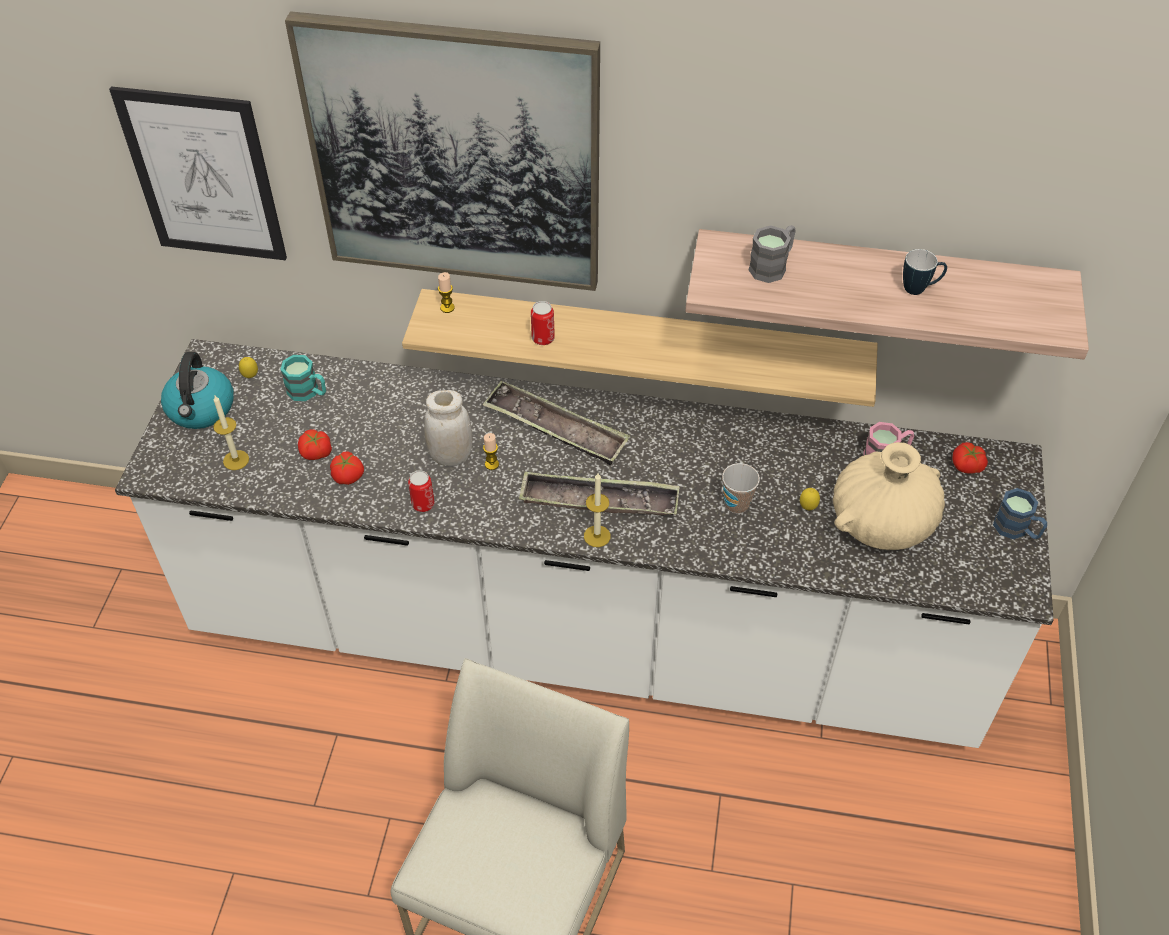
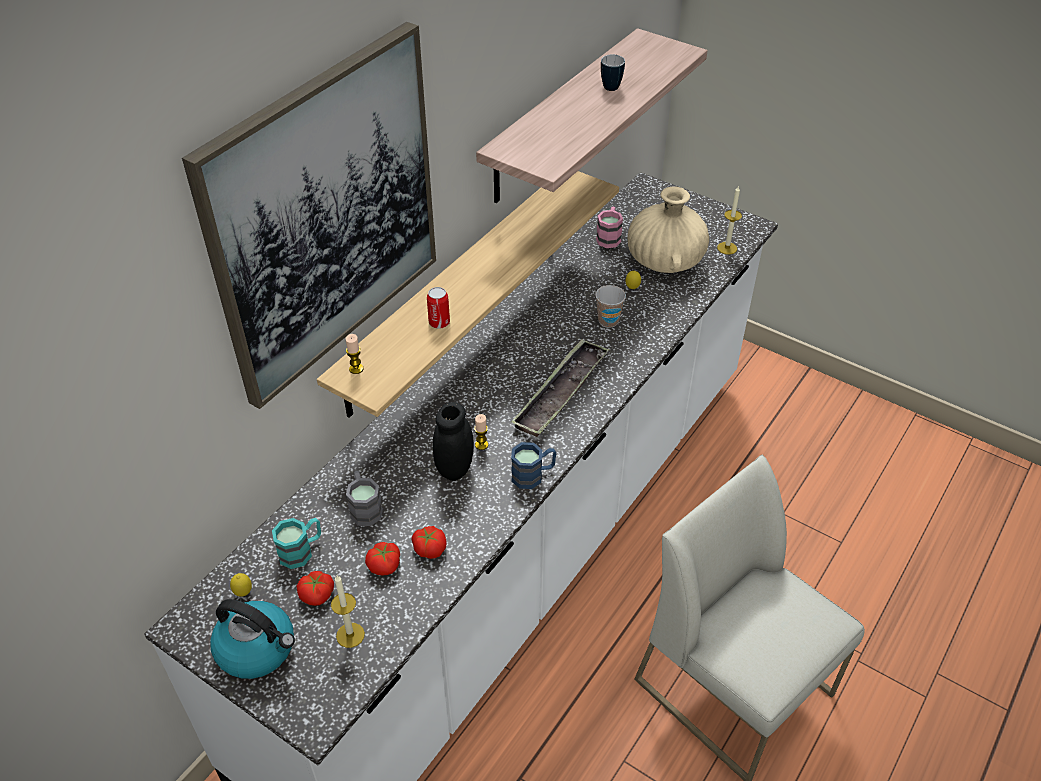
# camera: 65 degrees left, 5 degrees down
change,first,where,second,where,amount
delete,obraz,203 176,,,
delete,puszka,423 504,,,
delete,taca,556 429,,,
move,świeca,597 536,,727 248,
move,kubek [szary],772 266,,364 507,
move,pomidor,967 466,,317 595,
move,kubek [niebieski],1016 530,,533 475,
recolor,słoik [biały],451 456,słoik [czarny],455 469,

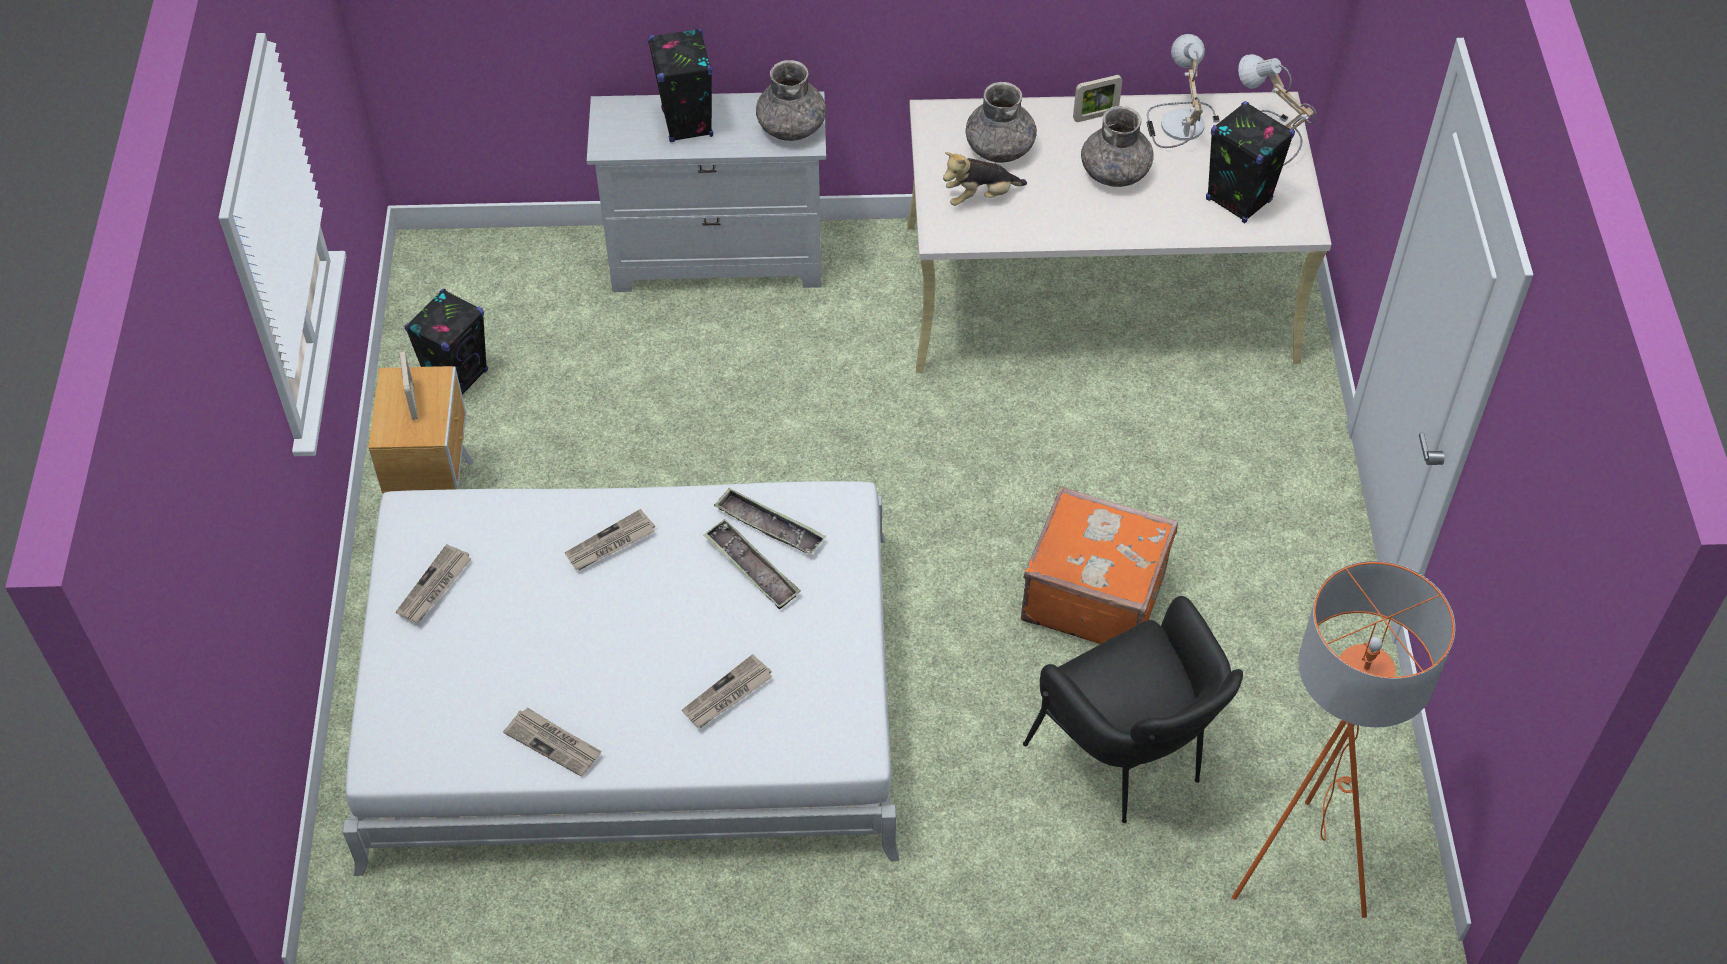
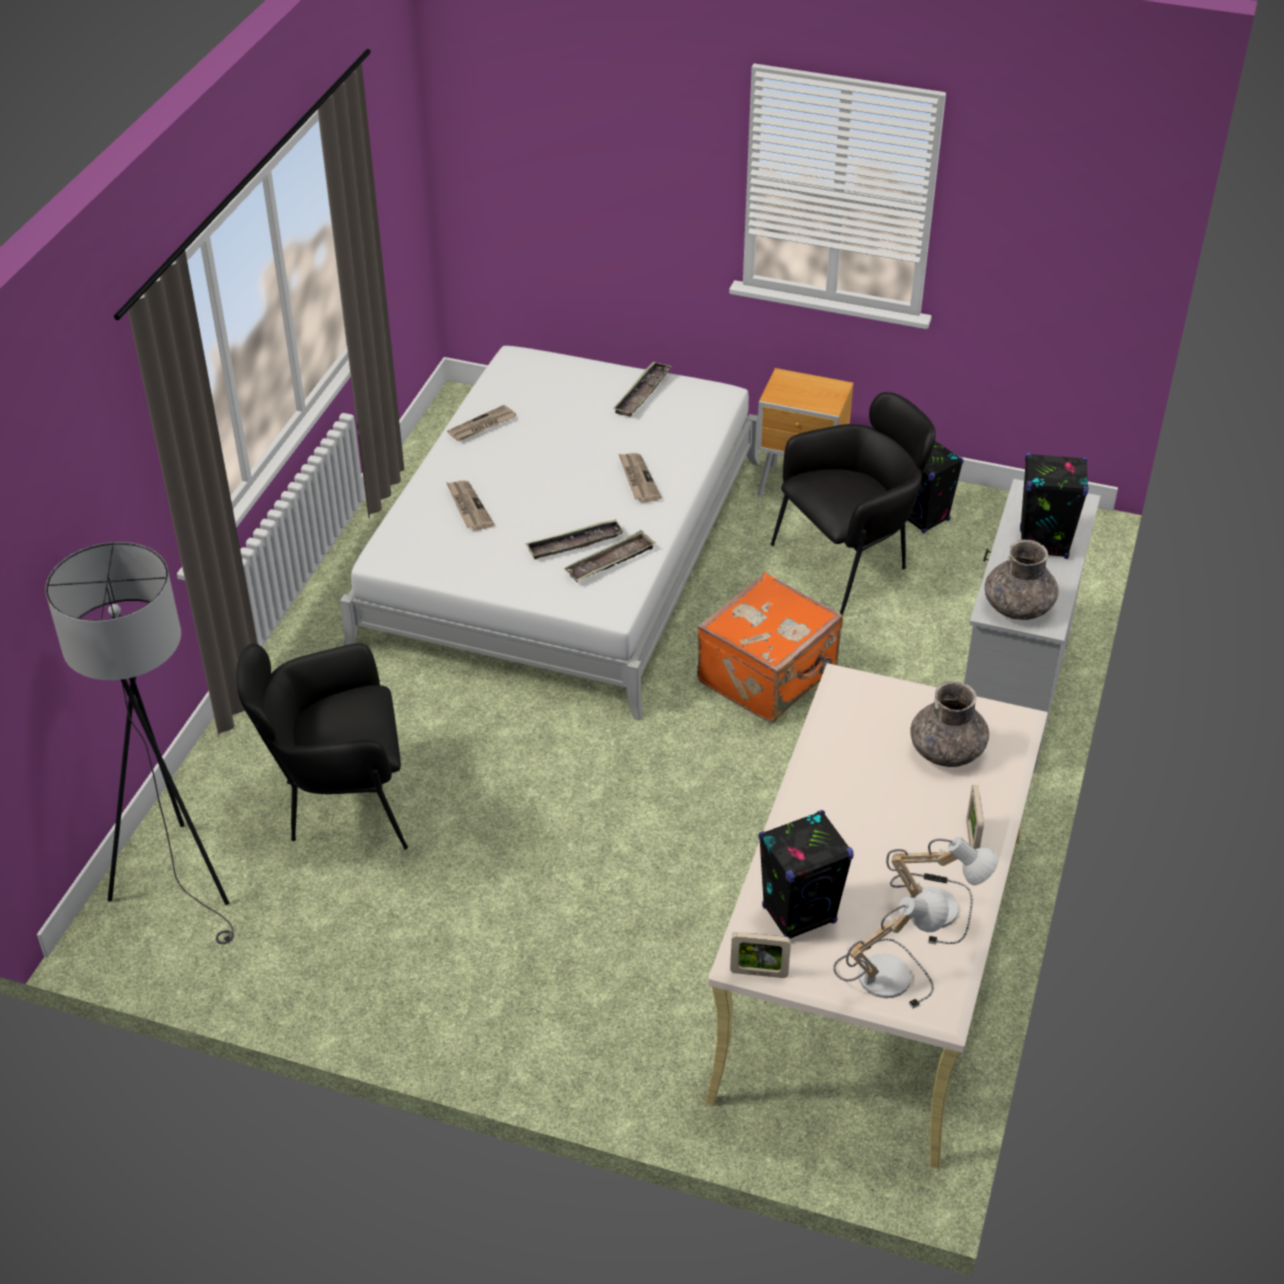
# camera: 110 degrees right, 10 degrees down
change,first,where,second,where,amount
delete,pluszak,980 197,,,
delete,wazon [szary],1115 172,,,
insert,,,fotel [czarny],850 562,
move,ramka na zdjęcie,412 401,,759 973,
move,walizka [pomarańczowy],1093 594,,769 677,
replace,gazeta,434 587,taca,642 393,
recolor,lampa stojąca [pomarańczowy],1301 861,lampa stojąca [szary],182 879,

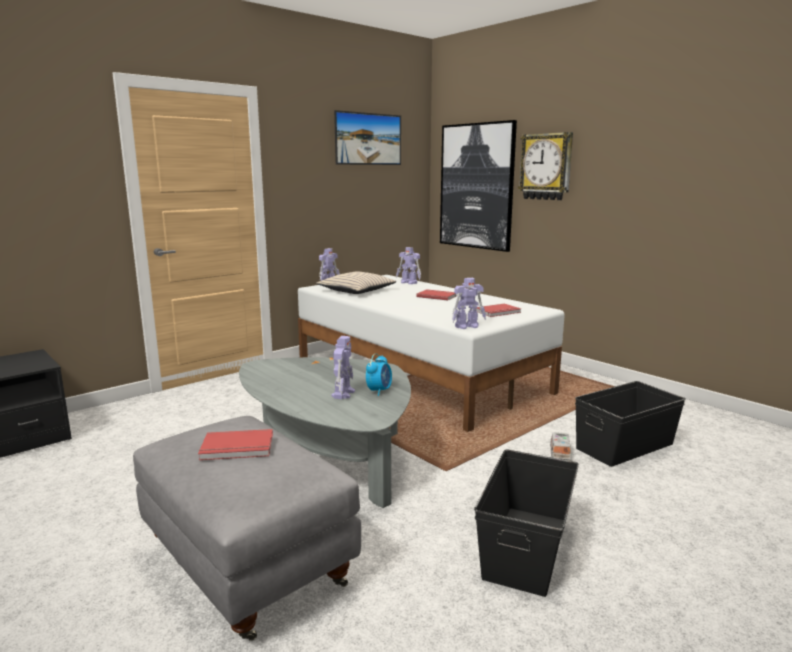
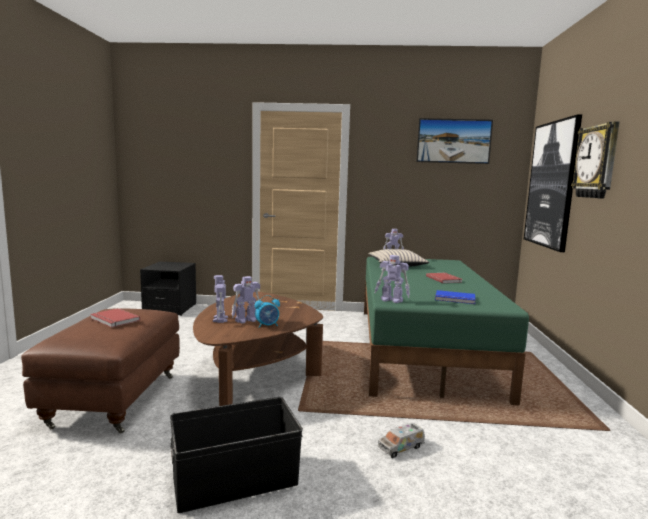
# camera: 45 degrees right, 5 degrees down
change,first,where,second,where,amount
delete,pojemnik do przechowywania [czarny],625 446,,,
move,robot zabawkowy,409 282,,220 319,
recolor,pufa [szary],246 566,pufa [brązowy],114 399,
recolor,ława [szary],330 458,ława [brązowy],255 371,
recolor,łóżko [biały],418 374,łóżko [zielony],423 348,
recolor,książka [czerwony],498 312,książka [niebieski],455 299,

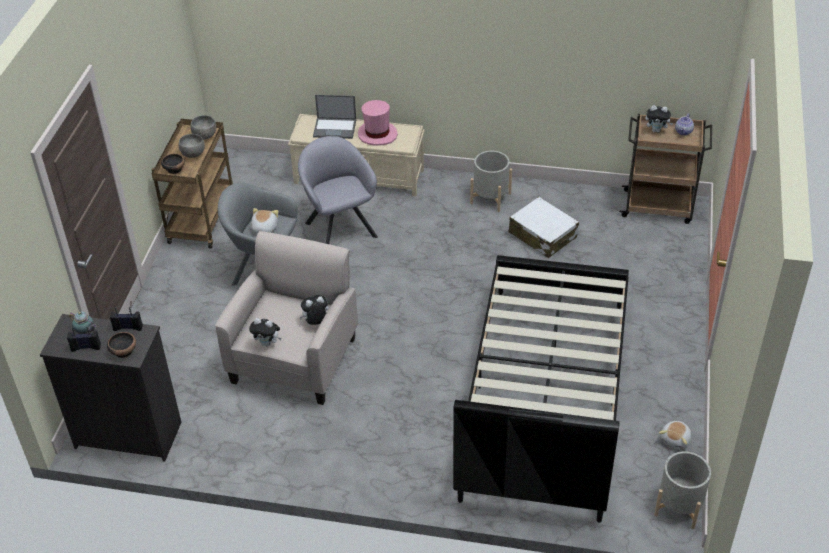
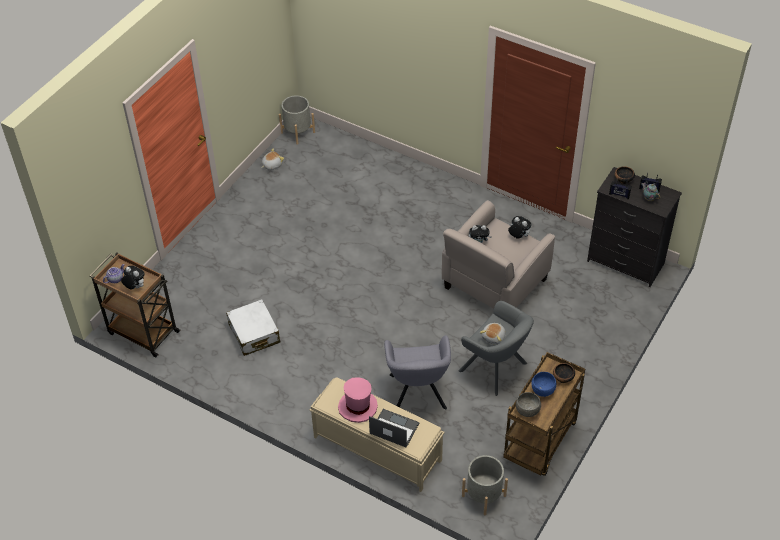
# camera: 160 degrees left, 5 degrees up
change,first,where,second,where,amount
delete,łóżko [czarny],544 397,,,
move,donica [szary],490 198,,483 496,
recolor,miska [szary],193 154,miska [niebieski],542 390,

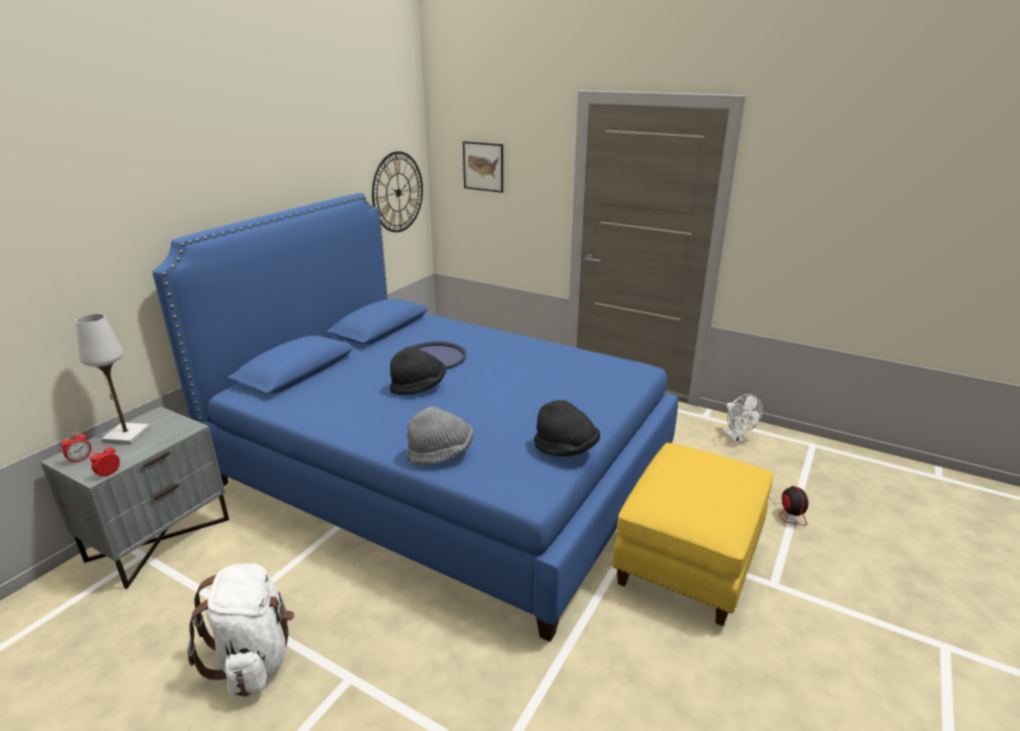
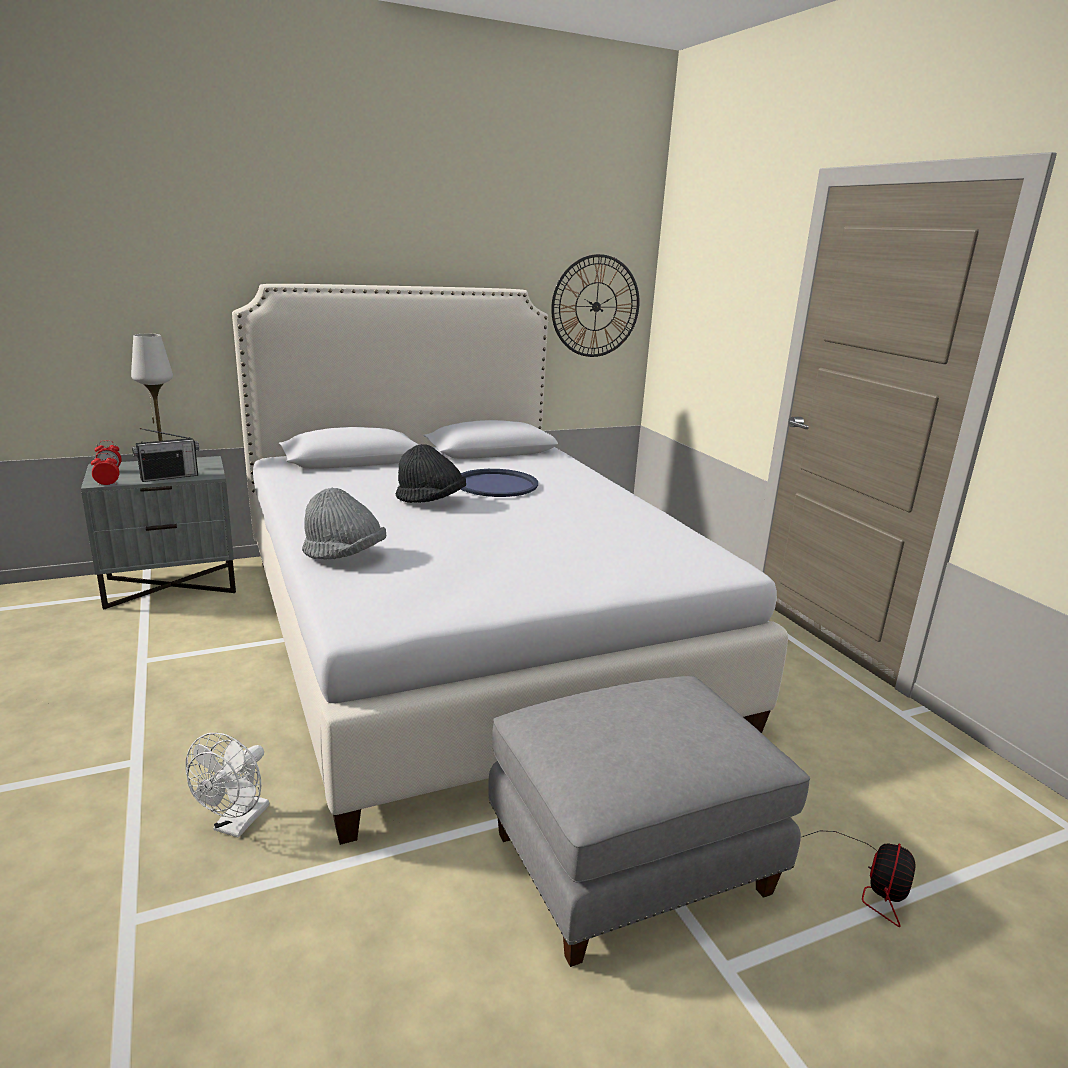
# camera: 35 degrees right, 5 degrees down
change,first,where,second,where,amount
delete,plecak [biały],254 659,,,
delete,obraz,483 166,,,
delete,kapelusz [czarny],566 449,,,
insert,,,radio,169 477,
move,wentylator [biały],737 438,,237 824,
recolor,łóżko [niebieski],444 472,łóżko [biały],465 633,
recolor,pufa [żółty],687 559,pufa [szary],630 861,

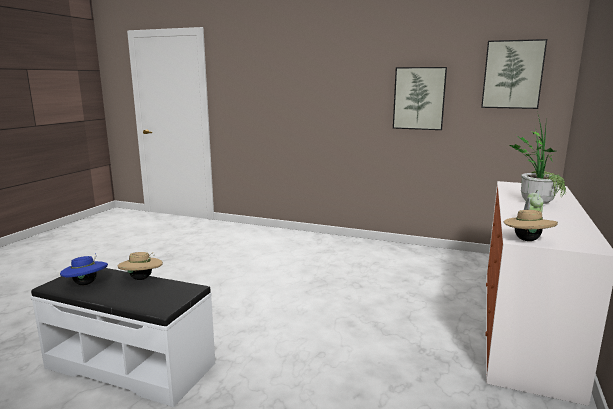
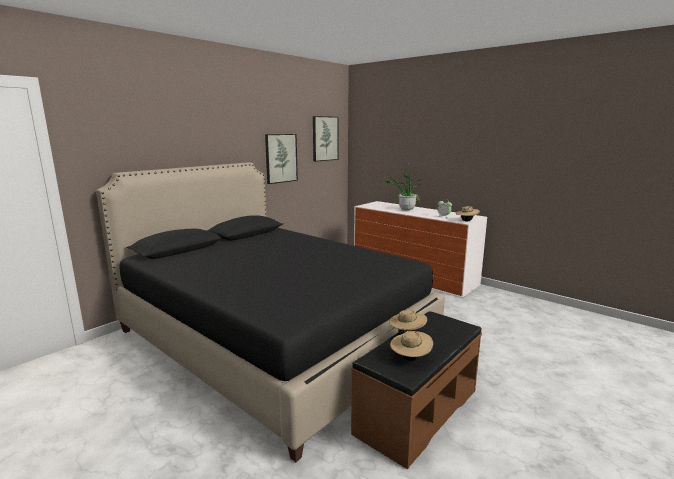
# camera: 70 degrees left, 0 degrees up
change,first,where,second,where,amount
insert,,,łóżko [czarny],273 338,
recolor,ławka [biały],131 365,ławka [brązowy],416 410,
recolor,kapelusz [niebieski],86 283,kapelusz [beżowy],410 358,

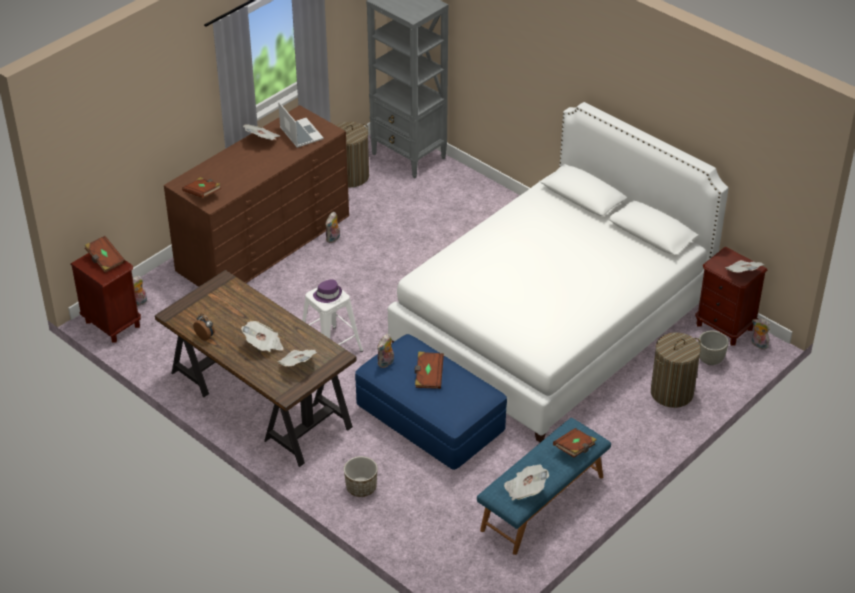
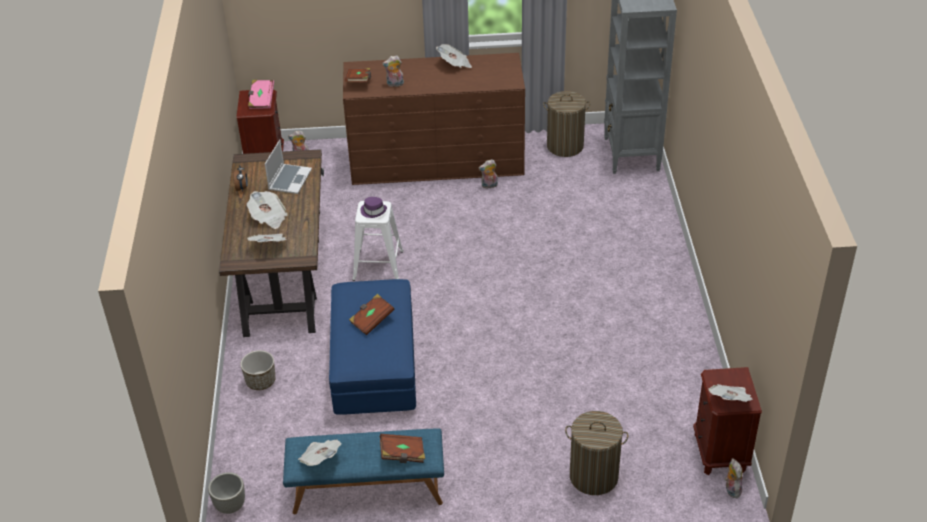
# camera: 45 degrees right, 0 degrees up
change,first,where,second,where,amount
delete,łóżko [biały],552 325,,,
move,laptop,300 134,,289 179,
move,pluszak,386 363,,394 84,
move,donica [szary],710 360,,230 506,
recolor,książka [brązowy],105 260,książka [różowy],261 100,

